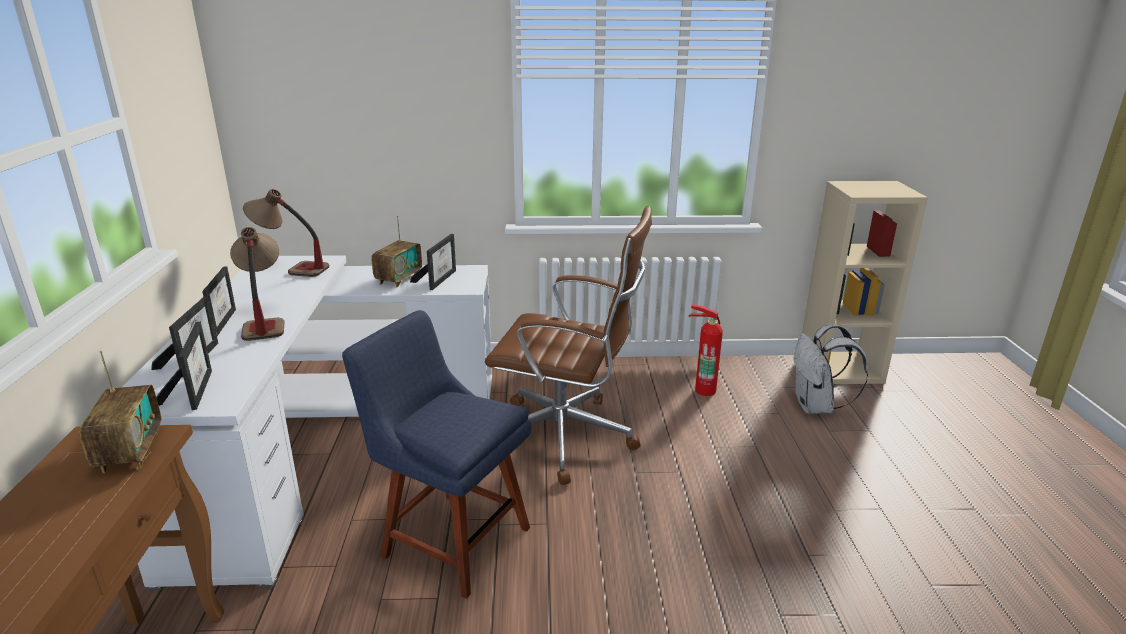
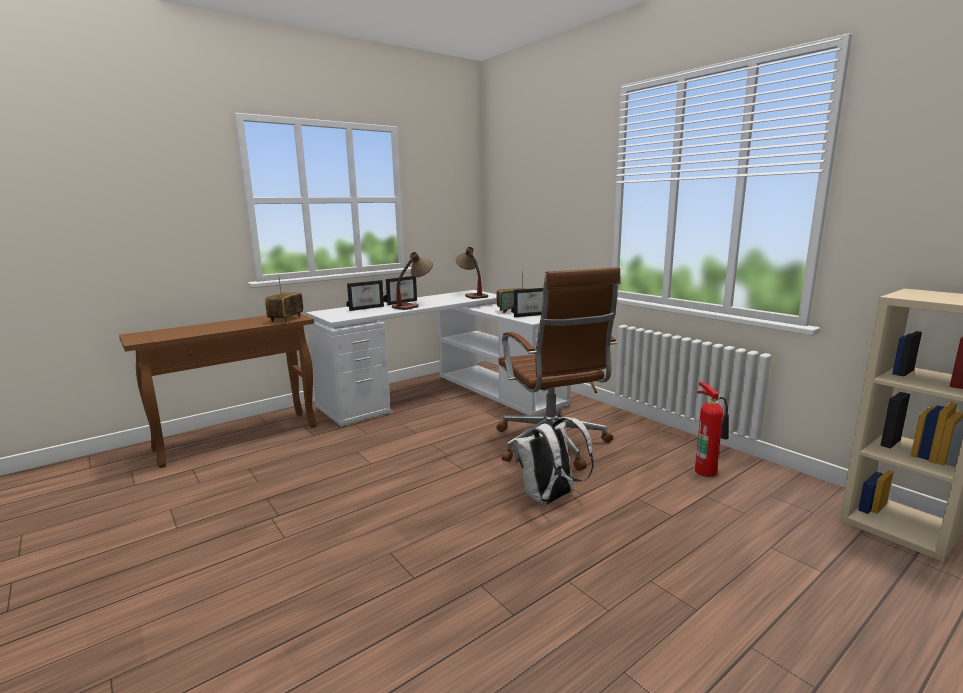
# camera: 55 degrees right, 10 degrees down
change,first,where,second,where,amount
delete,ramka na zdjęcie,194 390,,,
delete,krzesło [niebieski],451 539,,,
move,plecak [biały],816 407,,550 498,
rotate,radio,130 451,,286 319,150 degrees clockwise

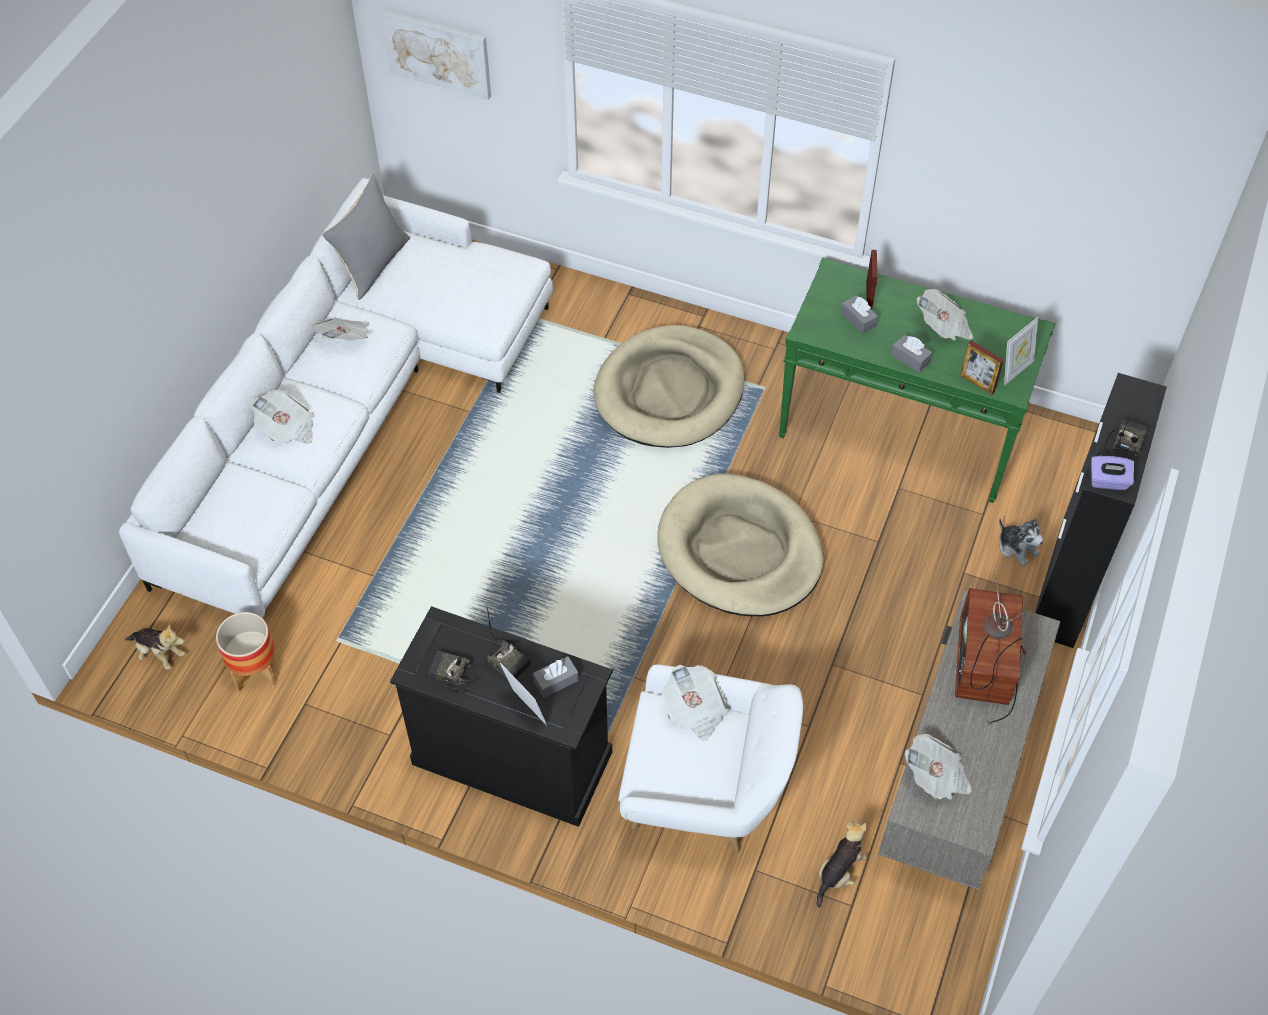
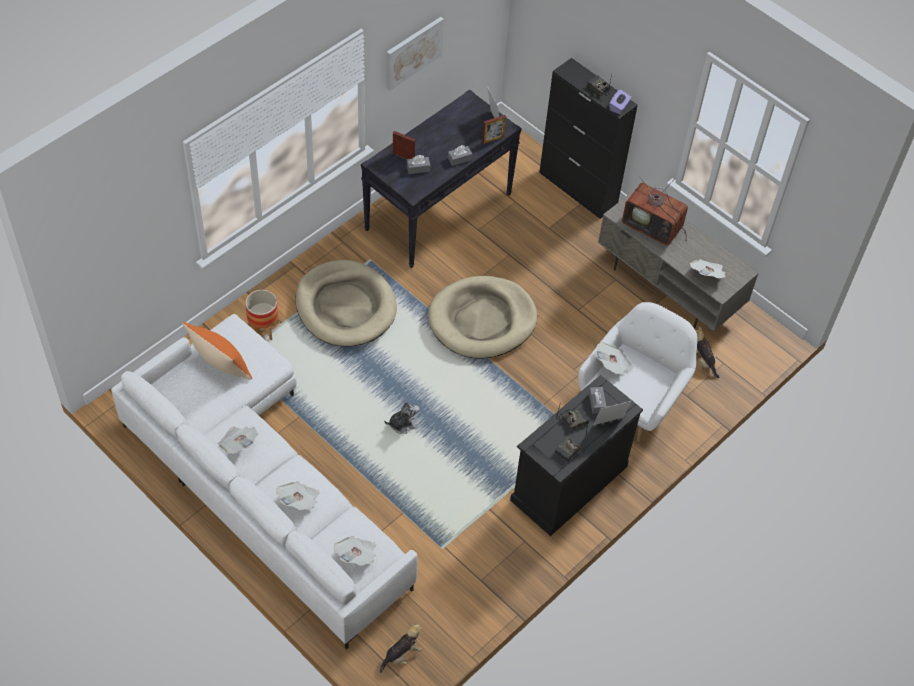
# camera: 70 degrees left, 0 degrees up
change,first,where,second,where,amount
delete,poduszka [szary],373 264,,,
insert,,,poduszka [pomarańczowy],219 366,
move,donica,256 671,,263 328,
move,obraz,438 53,,413 52,
move,gazeta,943 327,,357 555,
move,pluszak,1017 548,,402 424,
recolor,stolik konsolowy [zielony],900 431,stolik konsolowy [czarny],438 211,

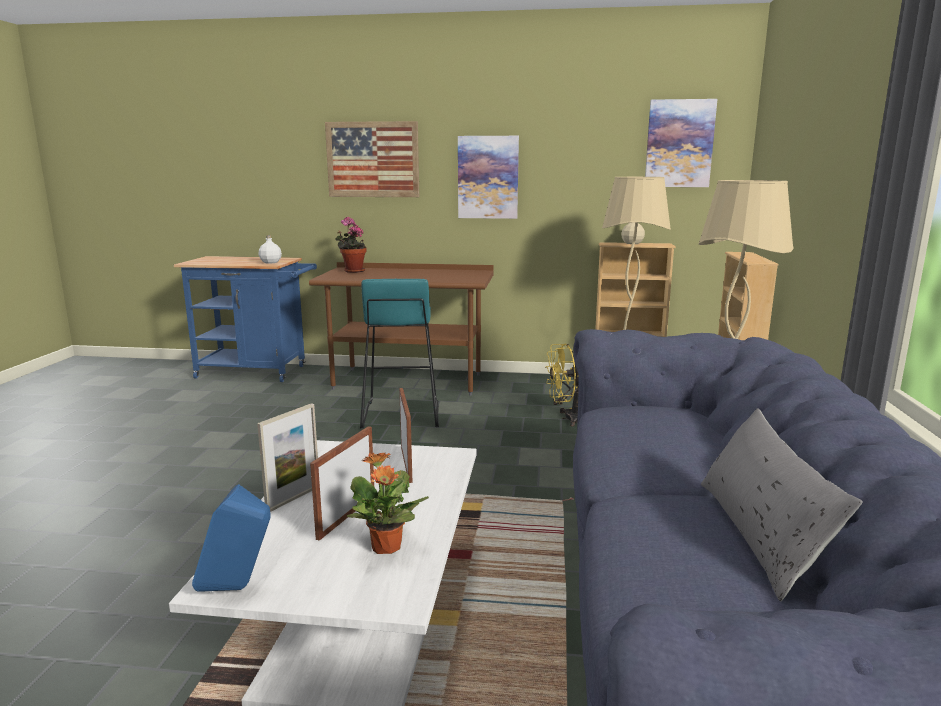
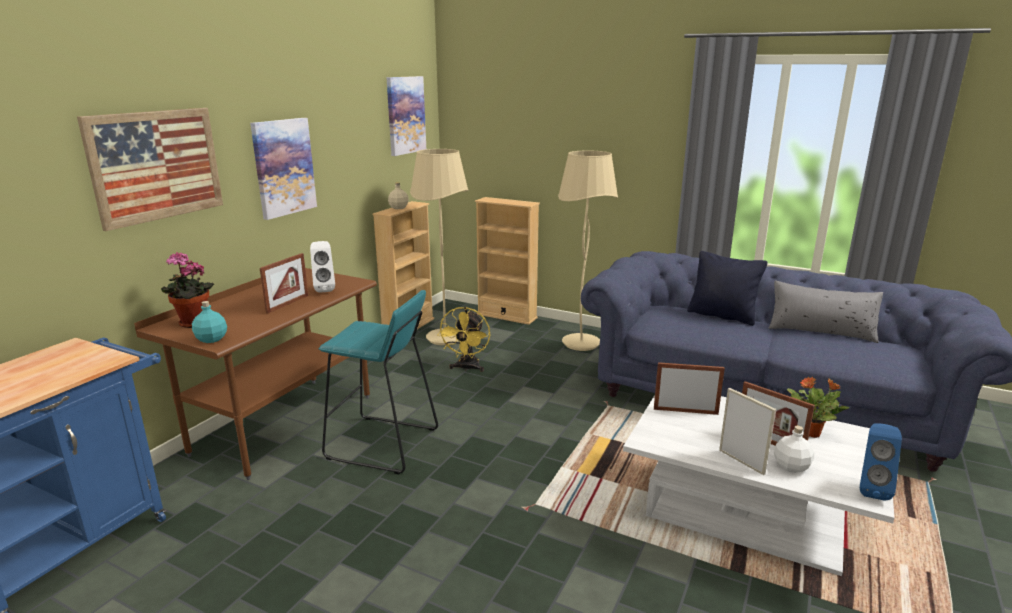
# camera: 70 degrees left, 5 degrees up
change,first,where,second,where,amount
insert,,,butelka [turkusowy],211 339,
insert,,,ramka na zdjęcie,287 304,
insert,,,głośnik [biały],324 289,
insert,,,poduszka [czarny],722 316,
move,butelka [biały],270 262,,791 467,

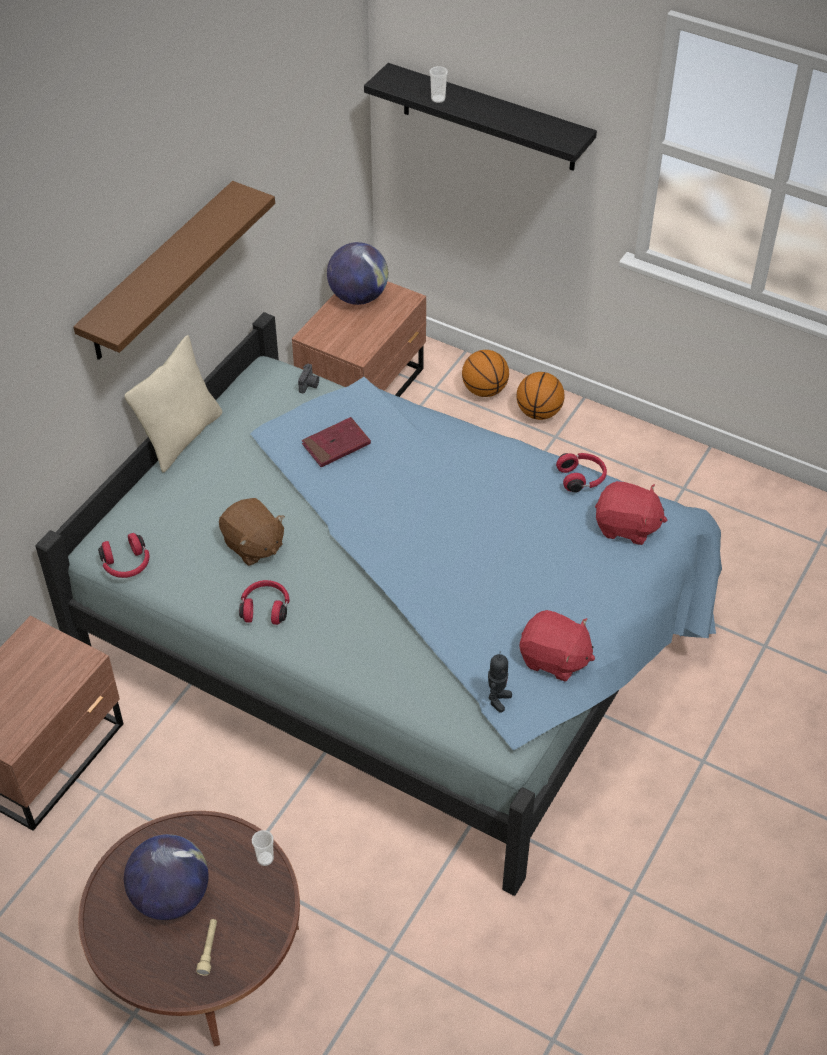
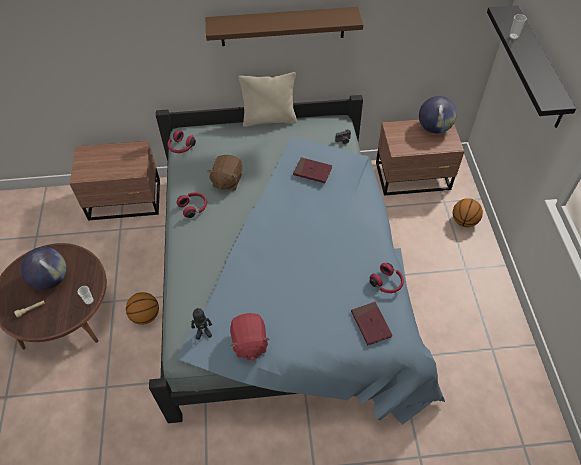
# camera: 55 degrees right, 5 degrees up
change,first,where,second,where,amount
move,piłka do koszykówki,539 412,,146 316,
replace,pluszak [czerwony],626 527,książka [czerwony],371 324,

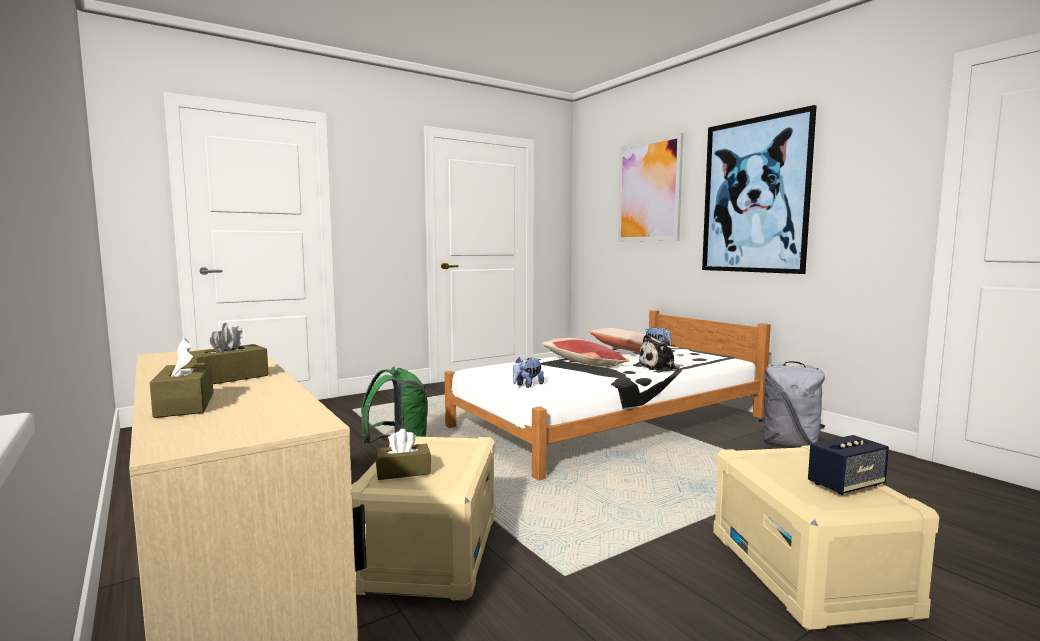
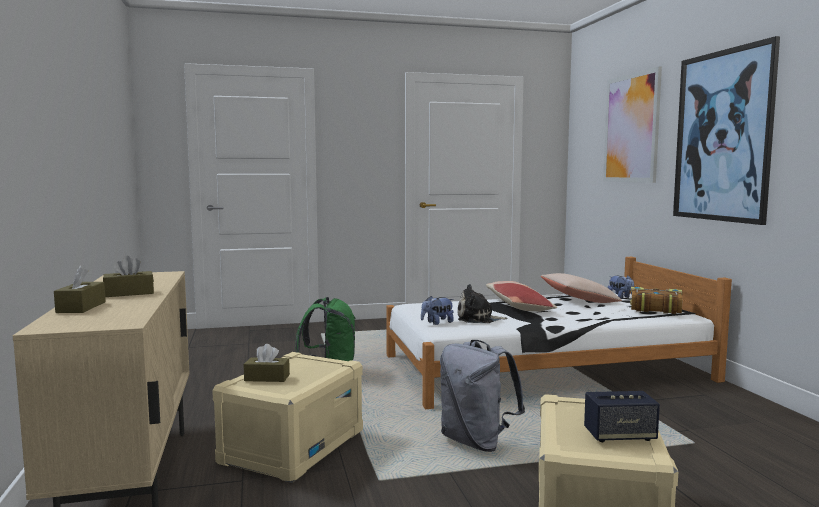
# camera: 20 degrees right, 0 degrees up
change,first,where,second,where,amount
insert,,,książka,654 308,
move,pluszak,660 367,,478 319,
move,plecak [szary],790 444,,477 442,

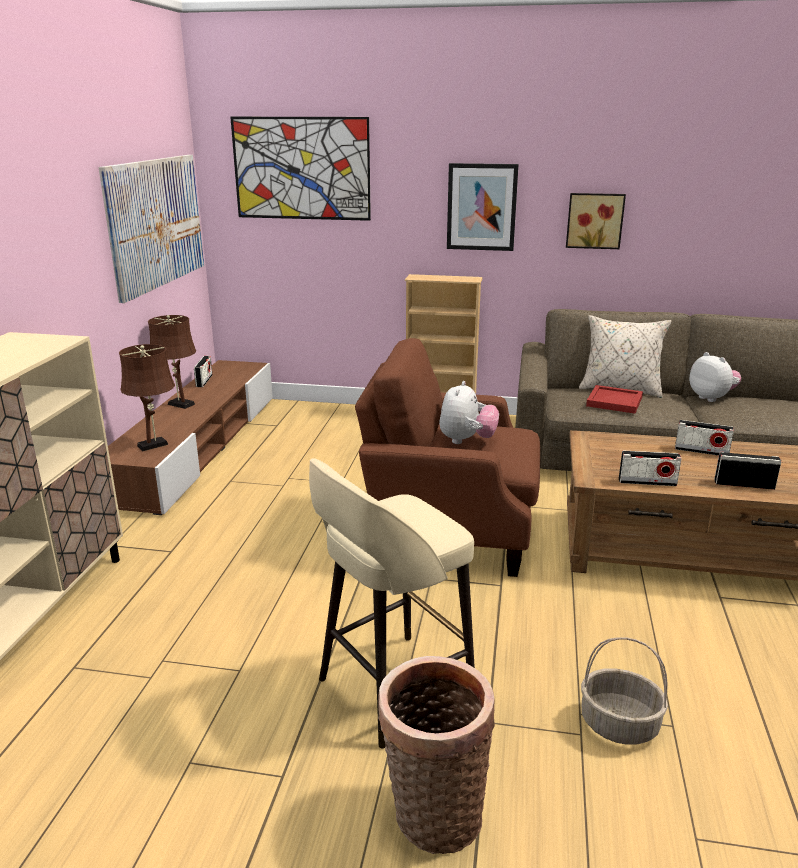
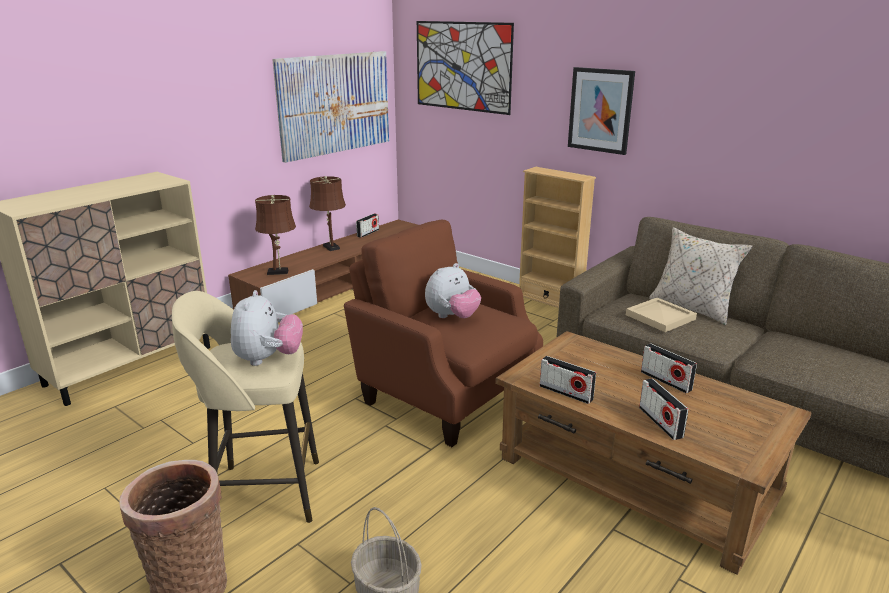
# camera: 30 degrees right, 0 degrees up
change,first,where,second,where,amount
delete,obraz,594 220,,,
move,pluszak,711 398,,268 359,
recolor,taca [czerwony],613 401,taca [beżowy],660 316,
rotate,radio,744 484,,660 422,150 degrees counterclockwise

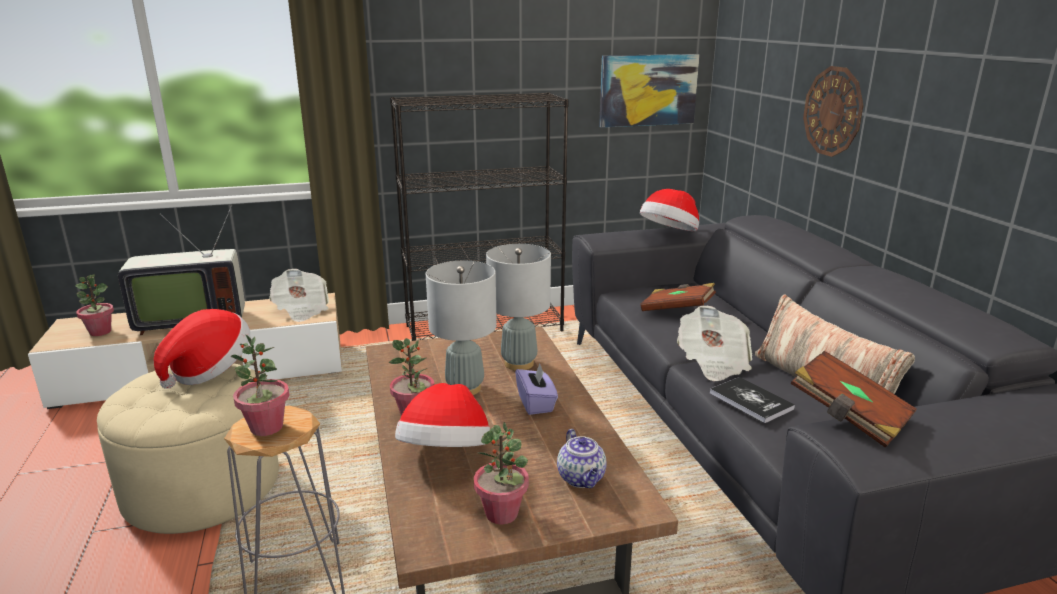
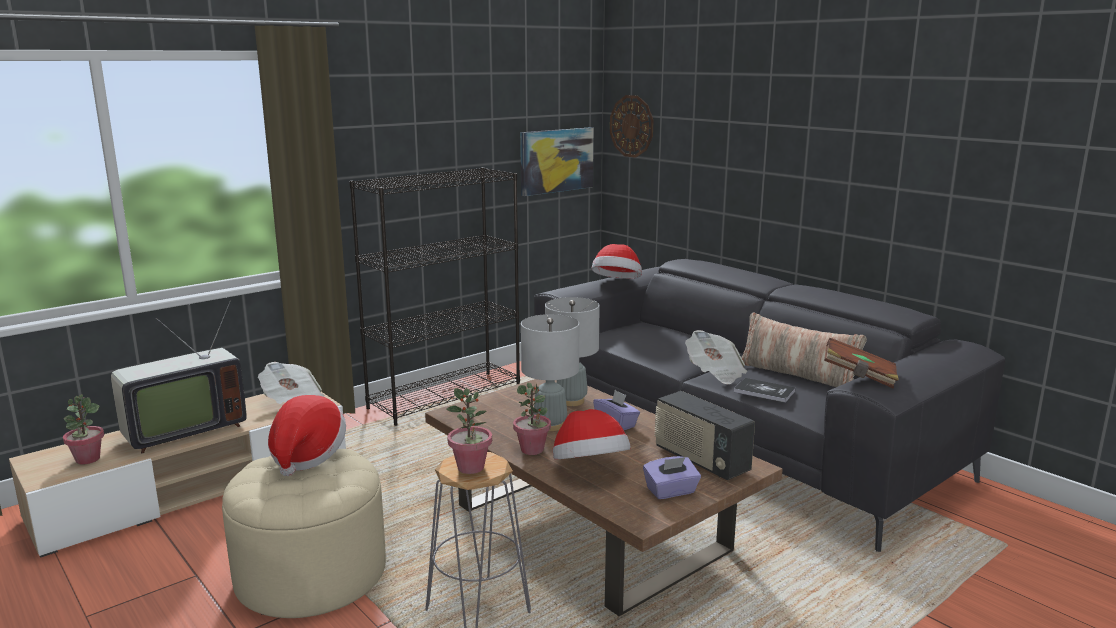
# camera: 25 degrees left, 5 degrees down
change,first,where,second,where,amount
delete,książka [brązowy],677 310,,,
move,zegar ścienny,833 111,,631 126,
replace,roślina doniczkowa,502 513,pudełko chusteczek [fioletowy],671 491,
replace,imbryk,582 479,radio,700 460,

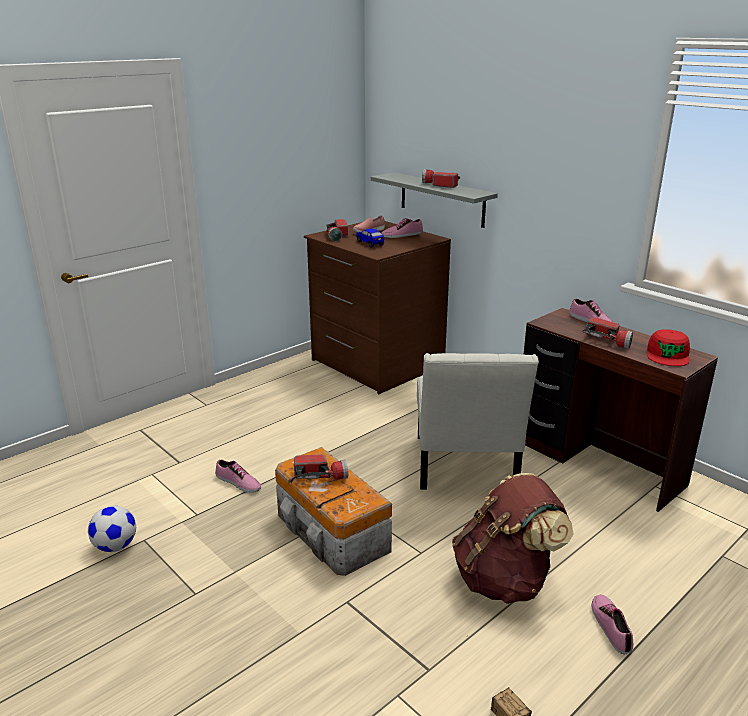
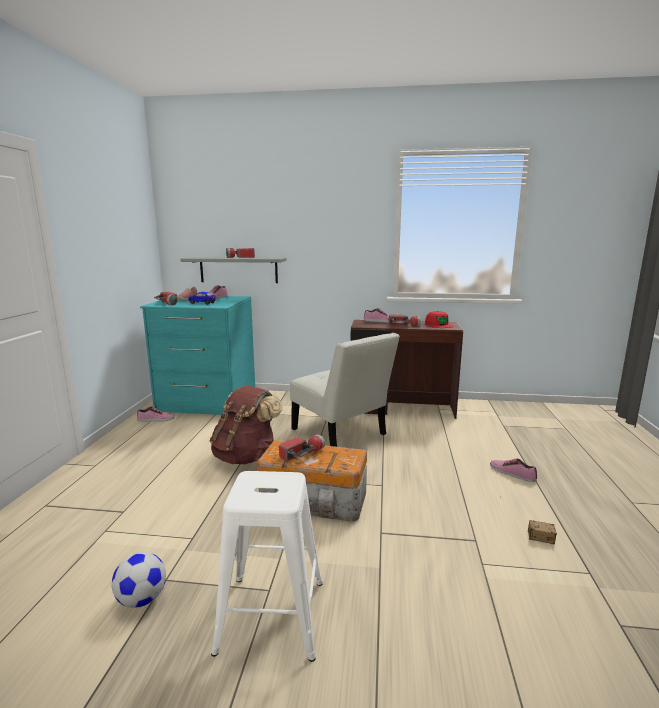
# camera: 40 degrees left, 10 degrees down
change,first,where,second,where,amount
insert,,,stołek [biały],270 616,
move,but,238 483,,156 420,
move,plecak [brązowy],505 579,,246 456,
recolor,komoda [brązowy],376 363,komoda [turkusowy],207 401,

